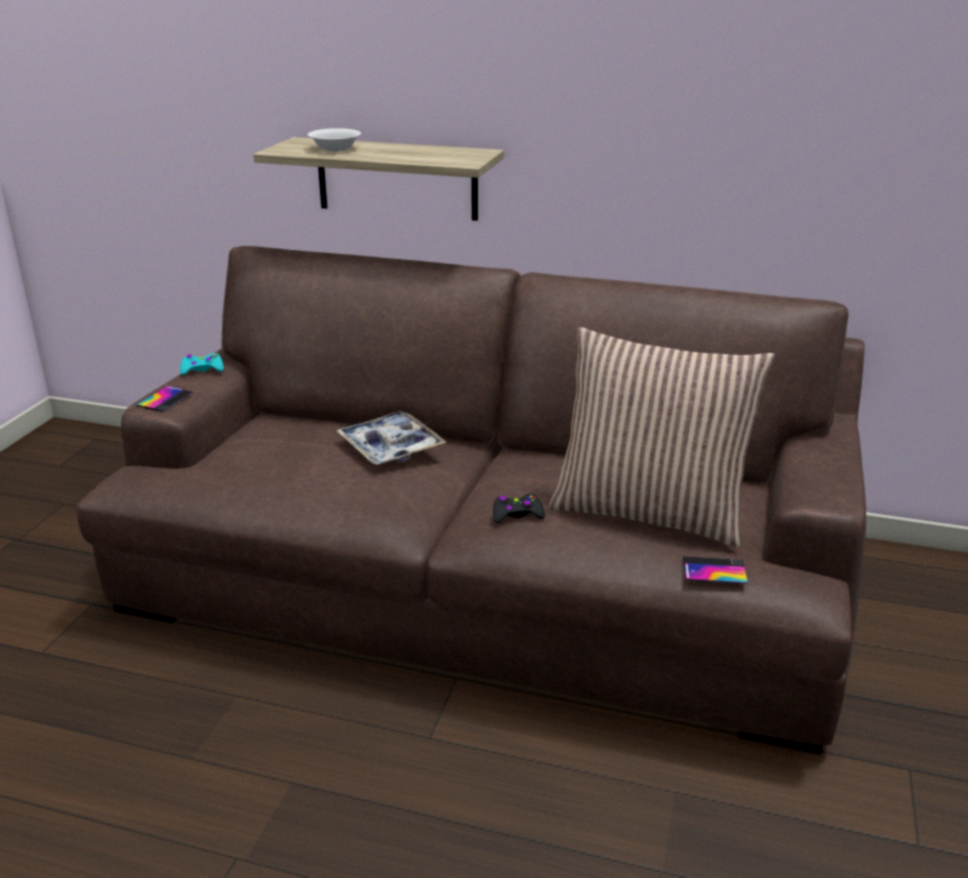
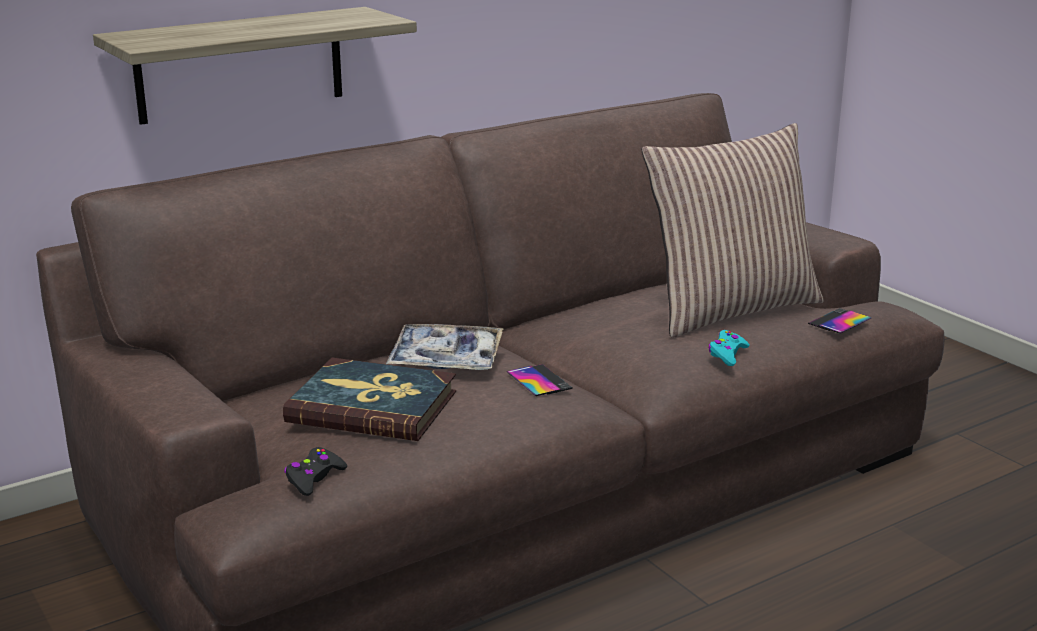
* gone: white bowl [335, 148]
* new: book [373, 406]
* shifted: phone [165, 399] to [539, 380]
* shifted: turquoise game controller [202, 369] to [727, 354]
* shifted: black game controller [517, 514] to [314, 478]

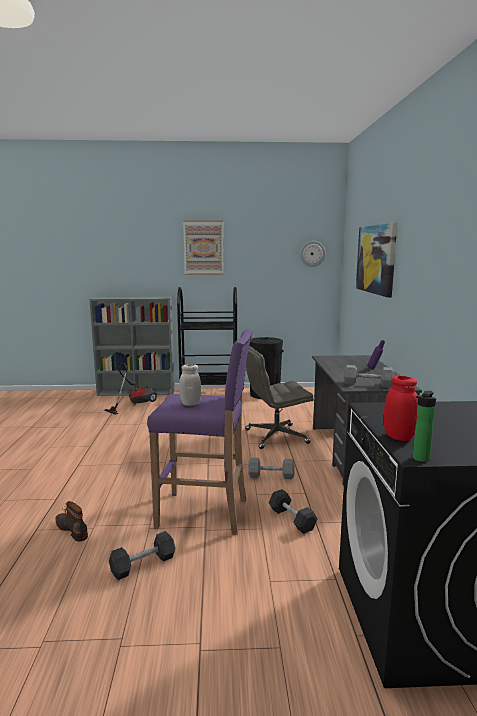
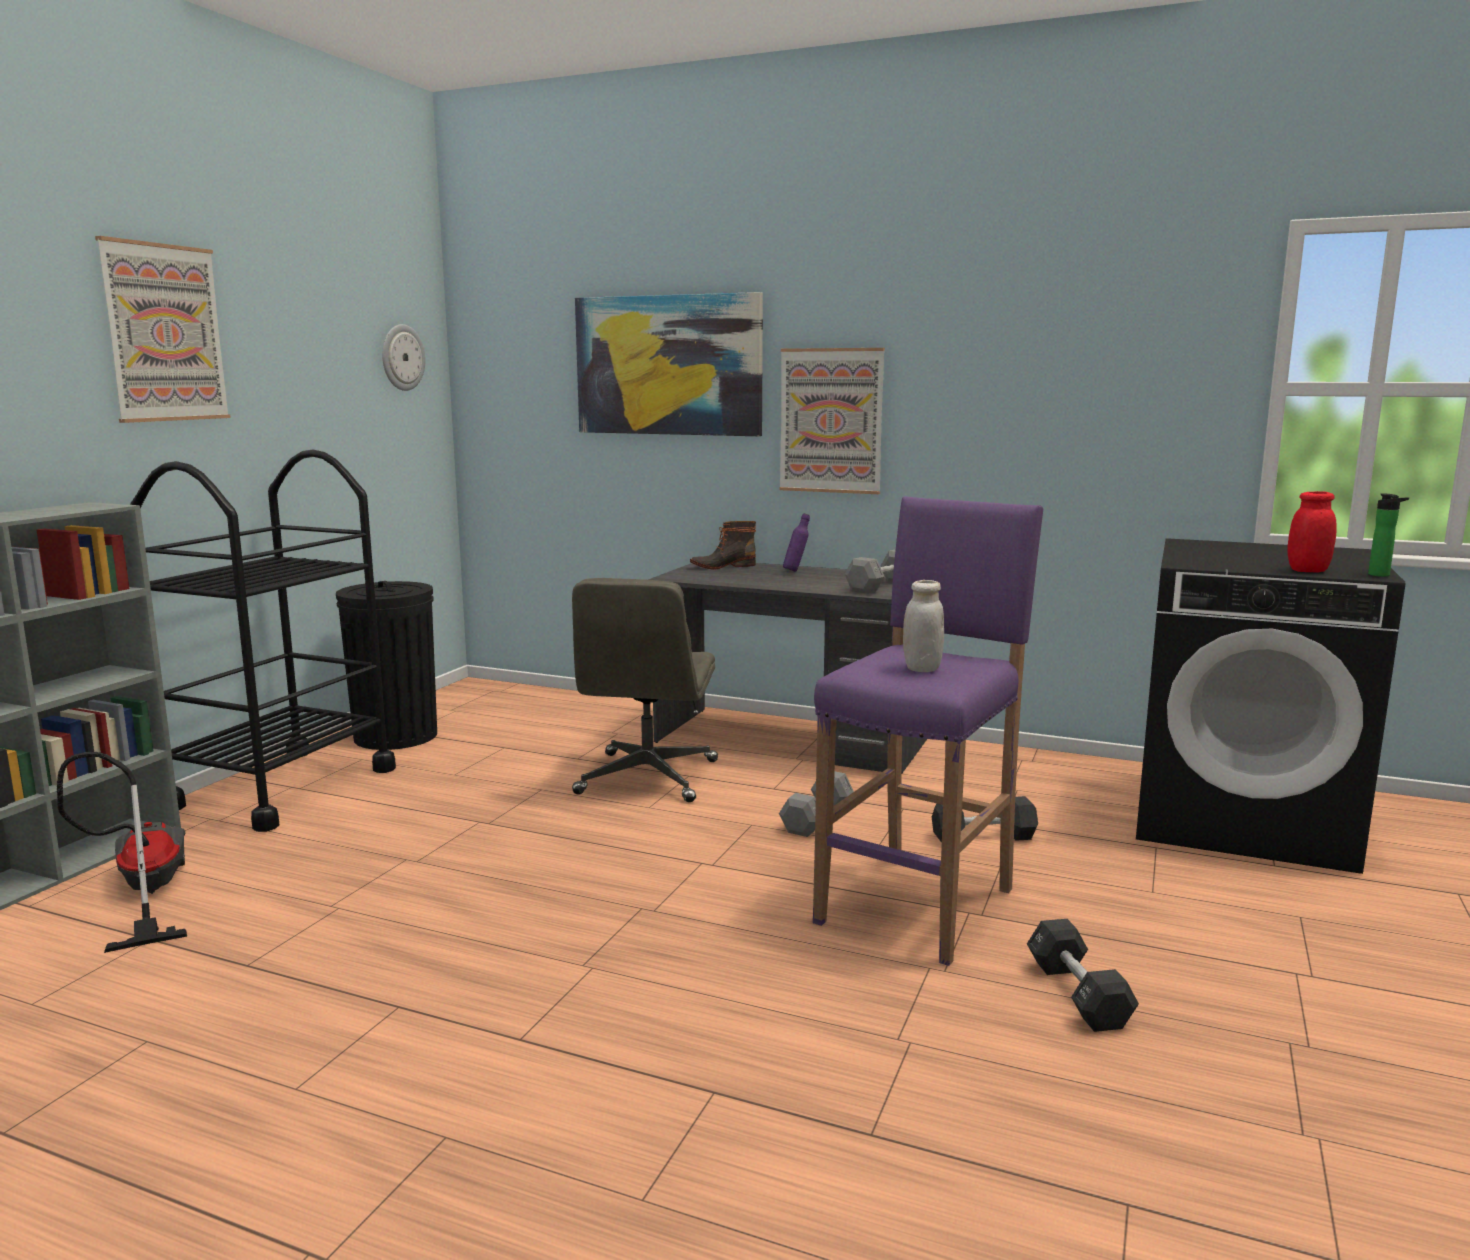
* new: picture [831, 421]
* shifted: boot [73, 529] to [722, 566]

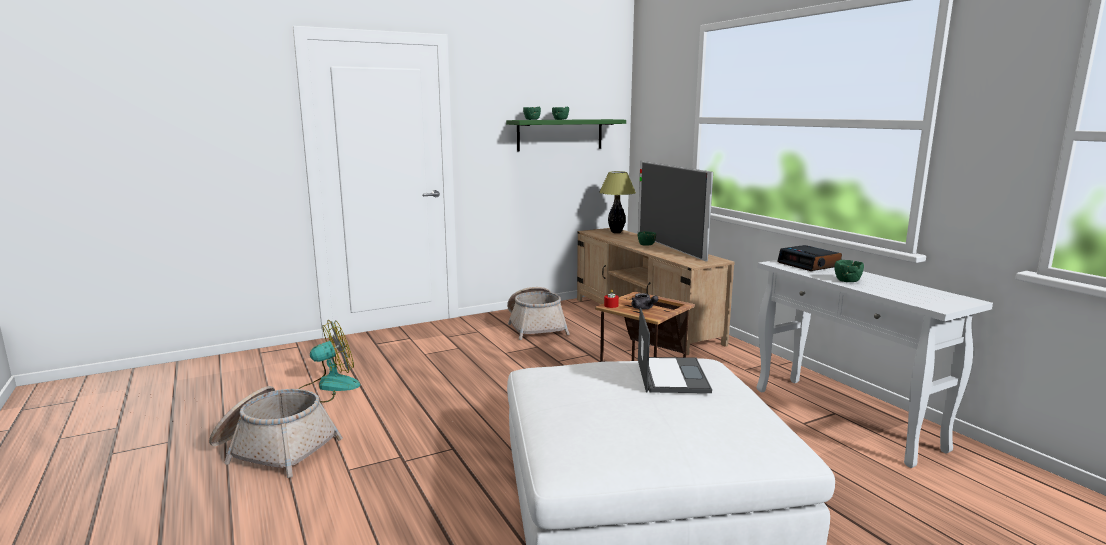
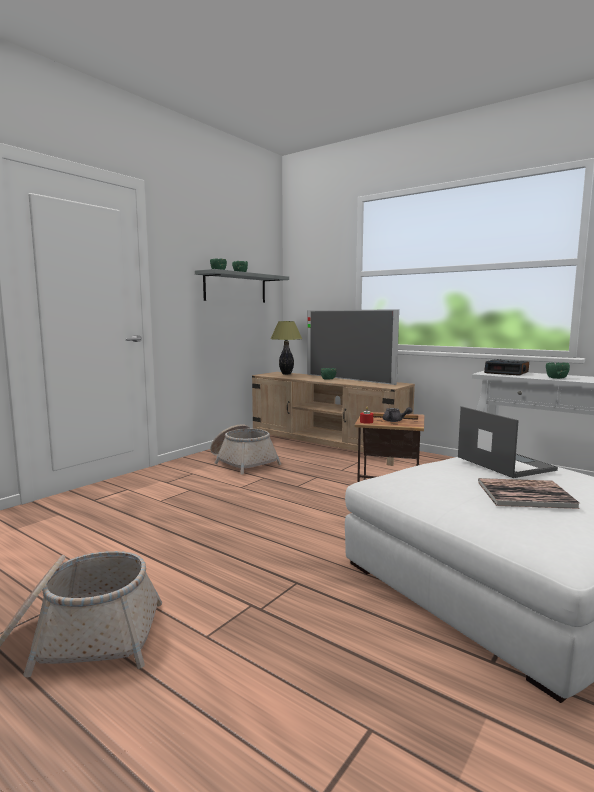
* gone: fan [328, 387]
* new: book [525, 494]
* repainted: green shelf [560, 134] to grey shelf [235, 288]

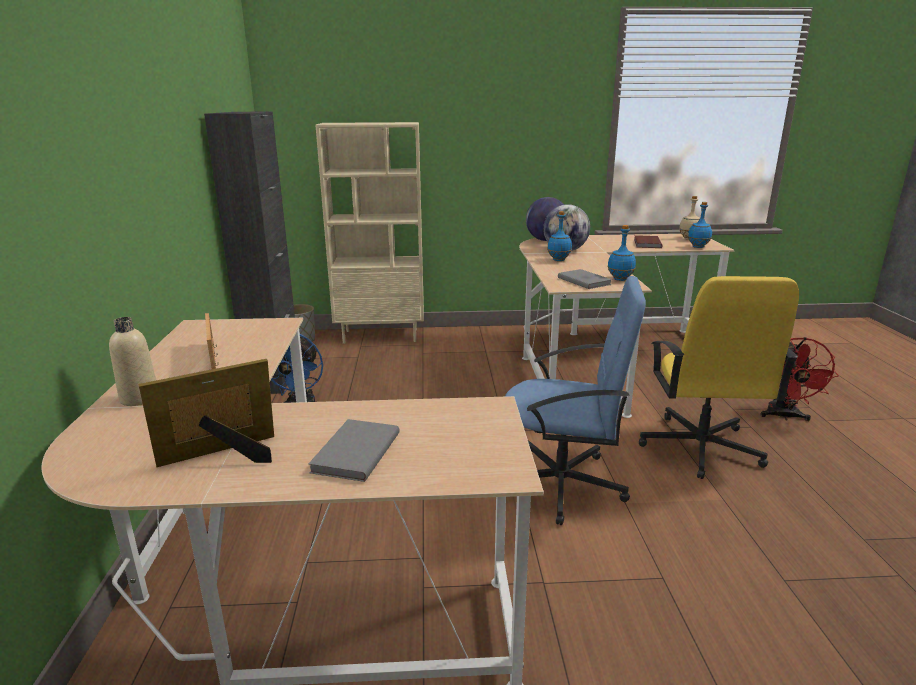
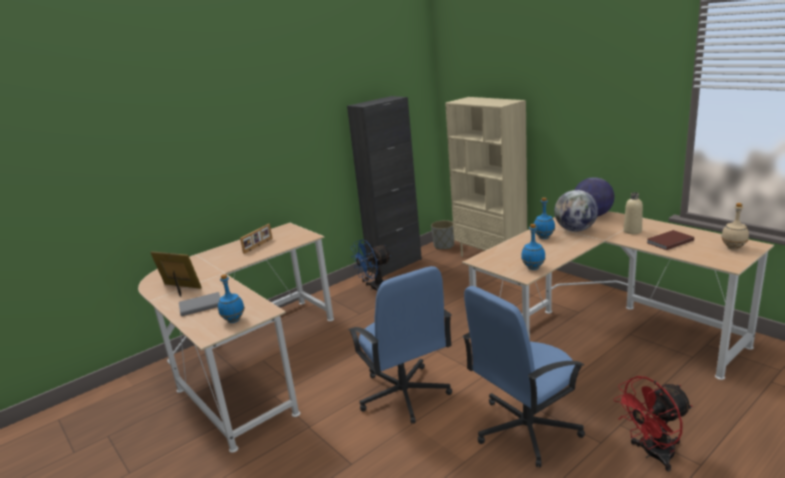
* gone: grey book [584, 281]
* shifted: beige bottle [139, 398] to [632, 231]
* shifted: blue bottle [697, 247] to [234, 320]
* repainted: yellow office chair [700, 448] to blue office chair [525, 429]

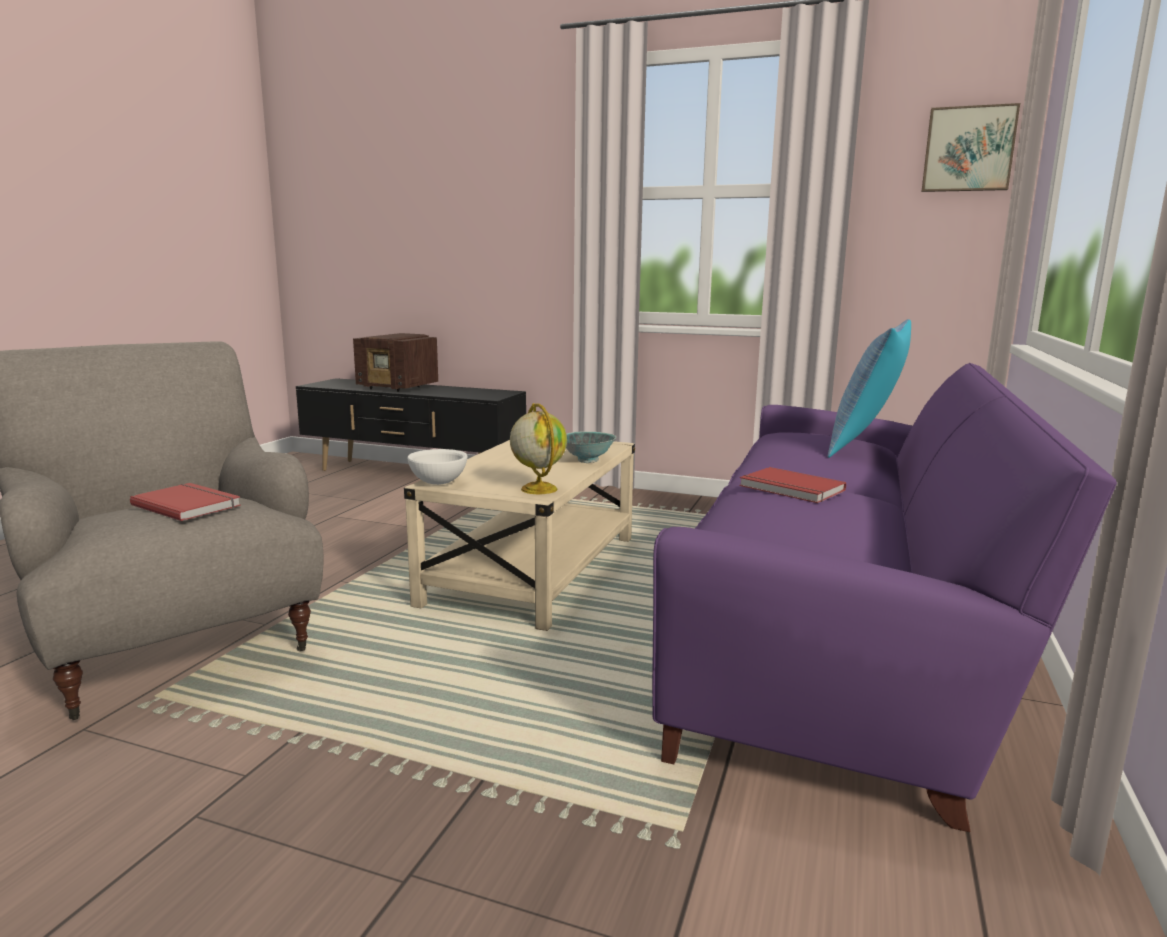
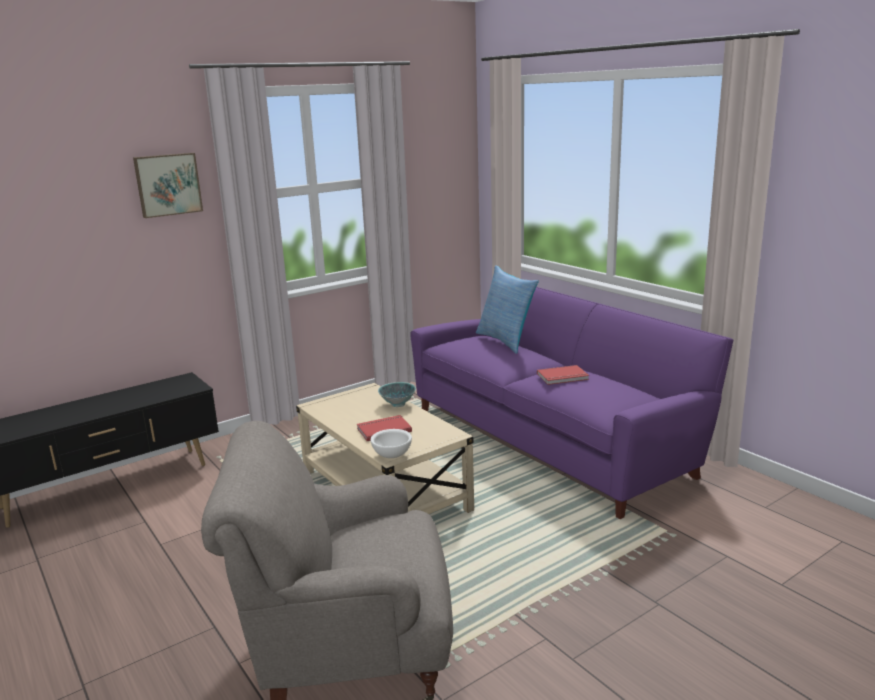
* gone: radio [398, 387]
* gone: globe [538, 489]
* shifted: red book [188, 504] to [383, 429]
* shifted: picture [968, 149] to [168, 184]

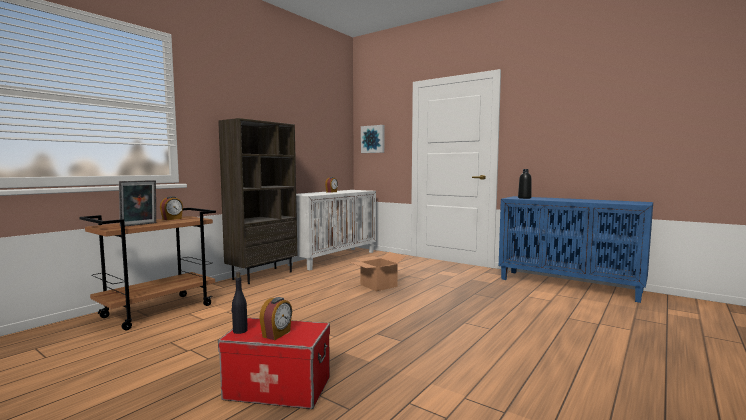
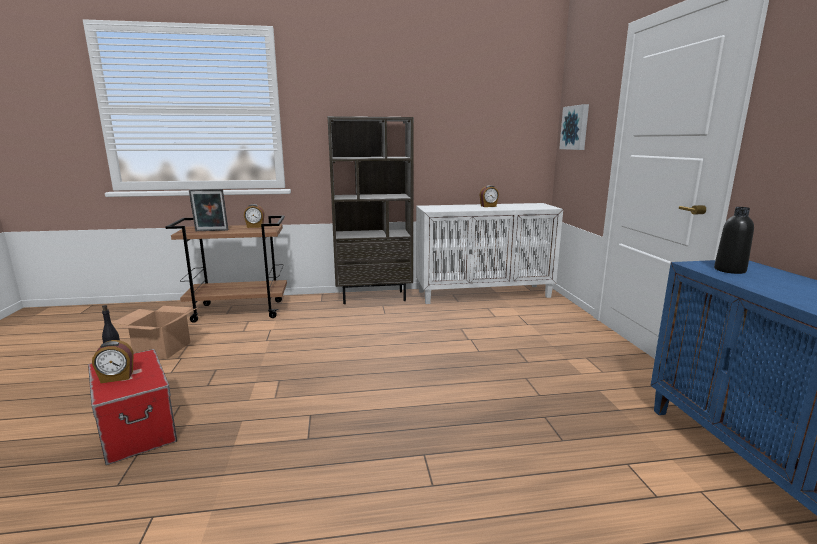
* shifted: cardboard box [379, 285] to [162, 349]

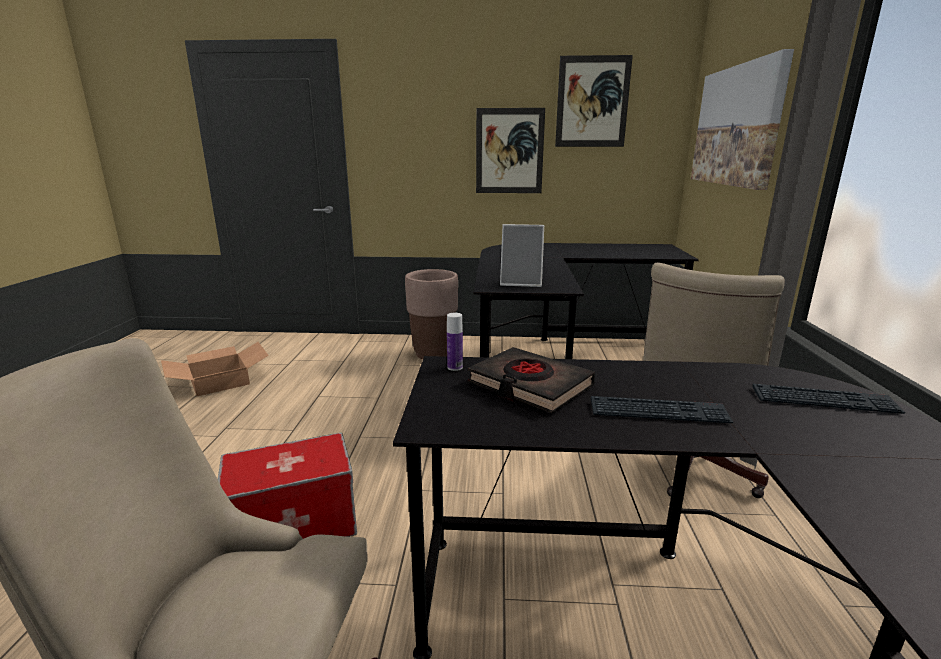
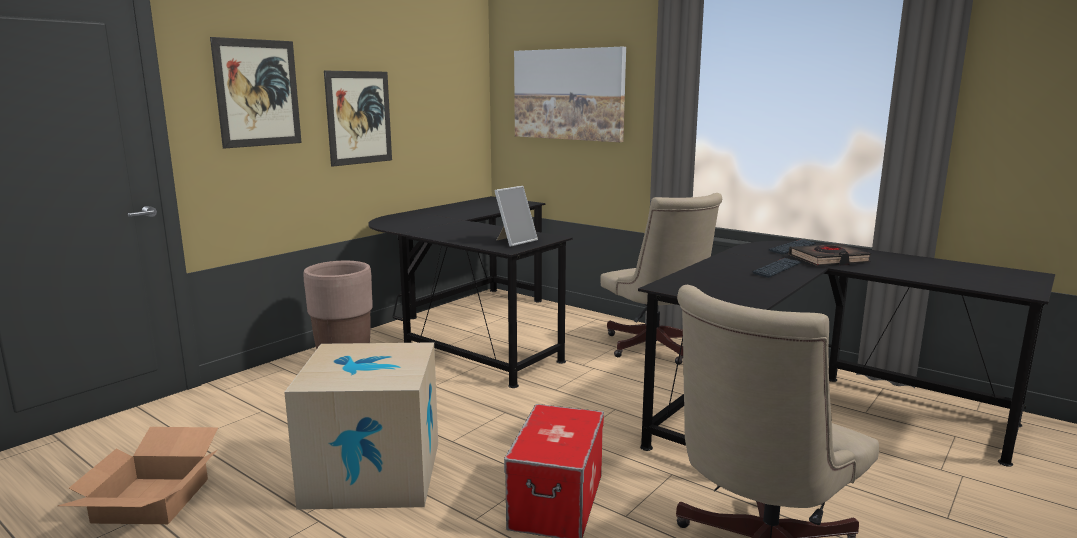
* gone: bottle [455, 367]
* new: cardboard box [373, 473]
* shifted: black book [529, 385] to [828, 260]
* shifted: picture [592, 102] to [258, 93]

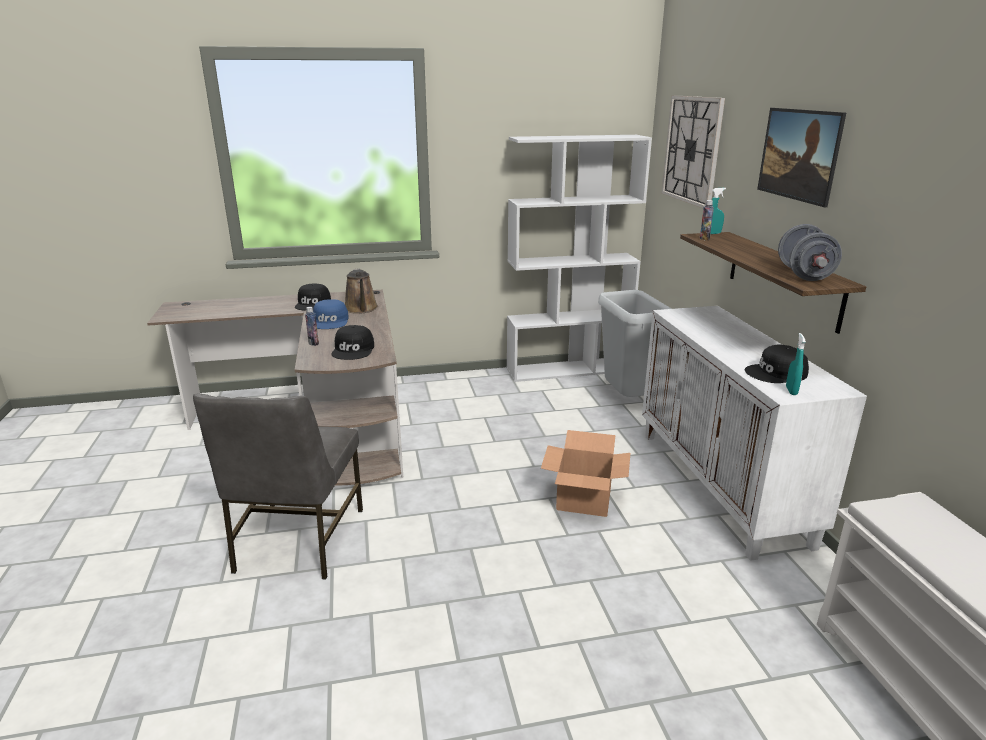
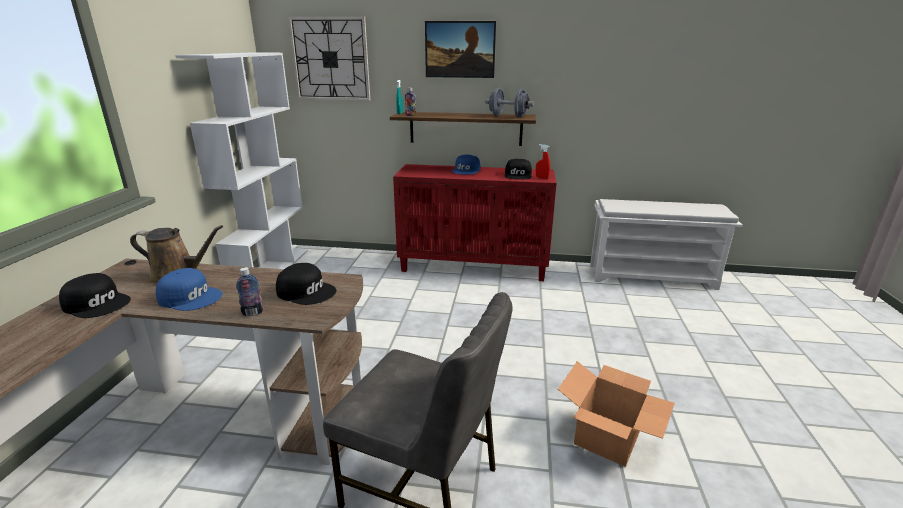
* gone: grey trash can [625, 400]
* new: blue cap [466, 170]
* shifted: cardboard box [584, 499] to [607, 437]
* repainted: white cabinet [722, 486] to red cabinet [474, 266]
* repainted: turquoise spray bottle [791, 391] to red spray bottle [542, 177]

